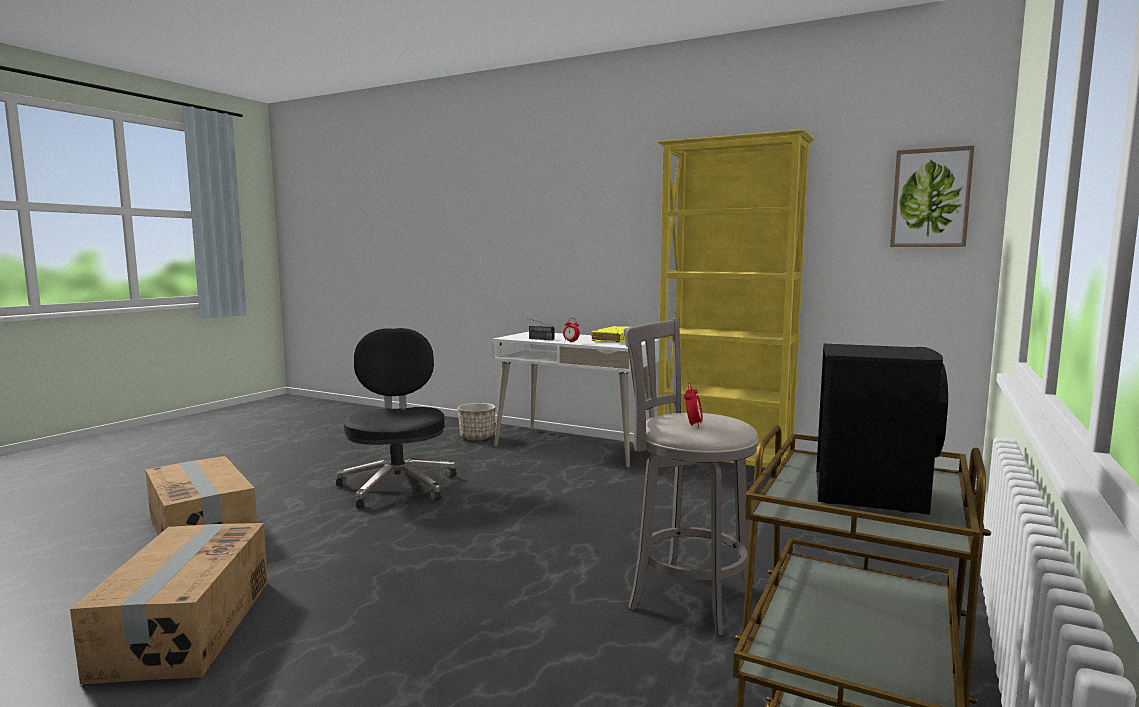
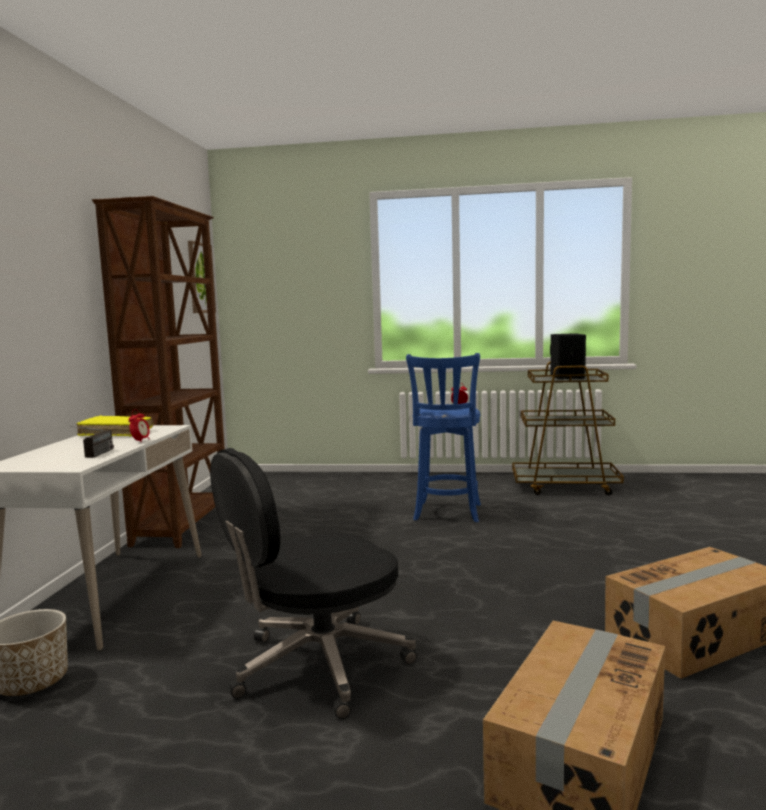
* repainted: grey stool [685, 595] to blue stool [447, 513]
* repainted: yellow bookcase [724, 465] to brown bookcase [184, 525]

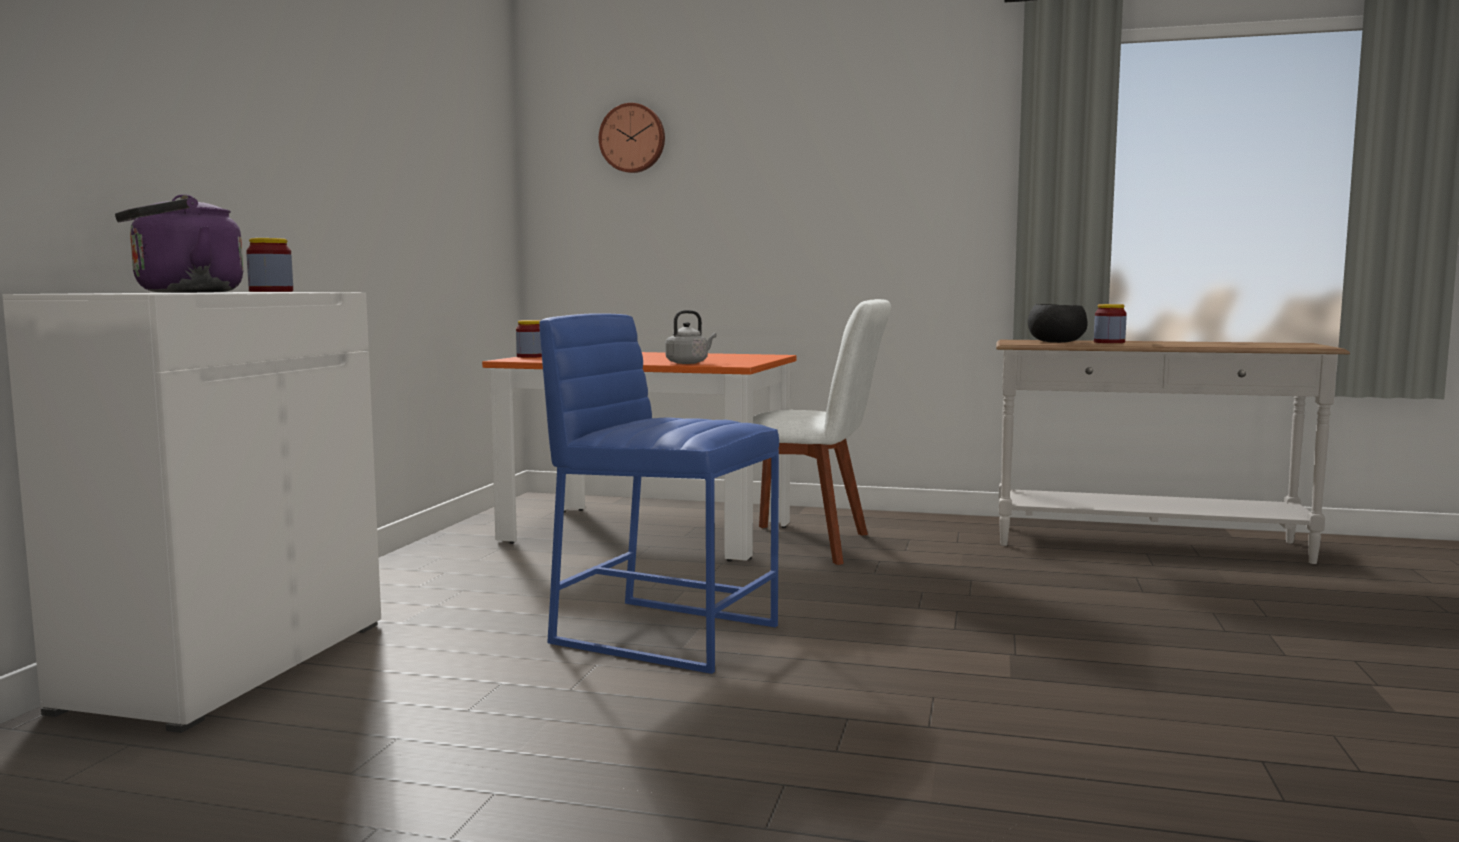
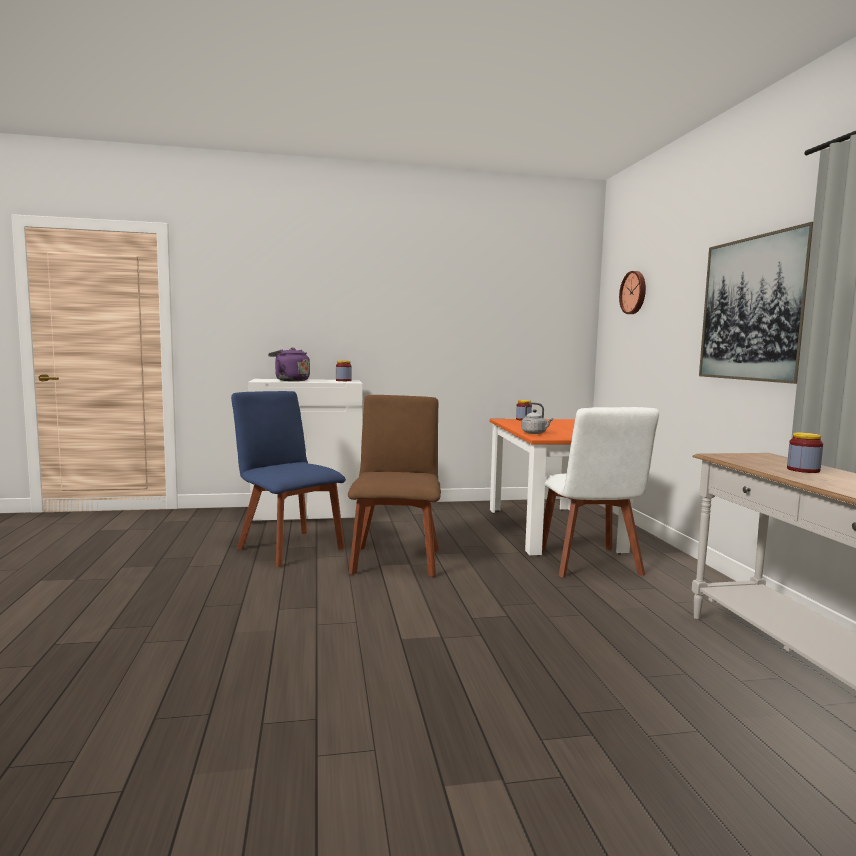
* gone: black bowl [1057, 342]
* new: blue chair [288, 547]
* new: picture [754, 309]
* swapped: blue stool [665, 633] to brown chair [396, 559]

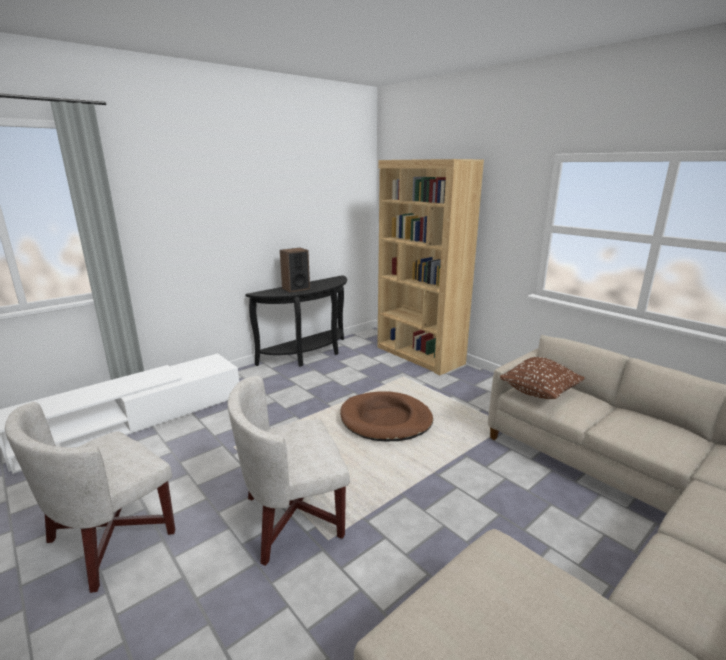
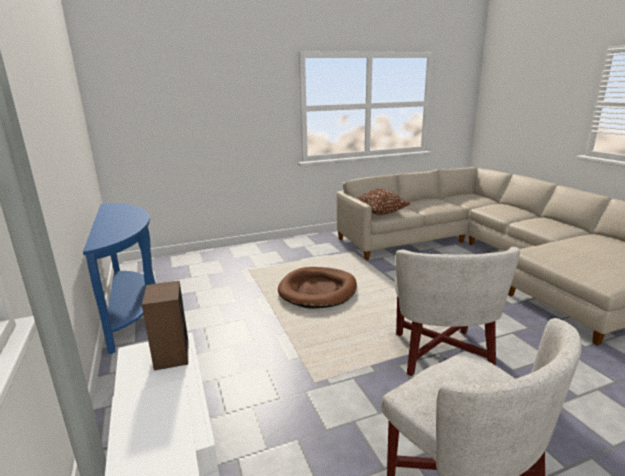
* gone: brown bookcase [419, 355]
* shifted: speaker [295, 288] to [171, 355]
* repainted: black console table [309, 355] to blue console table [135, 310]

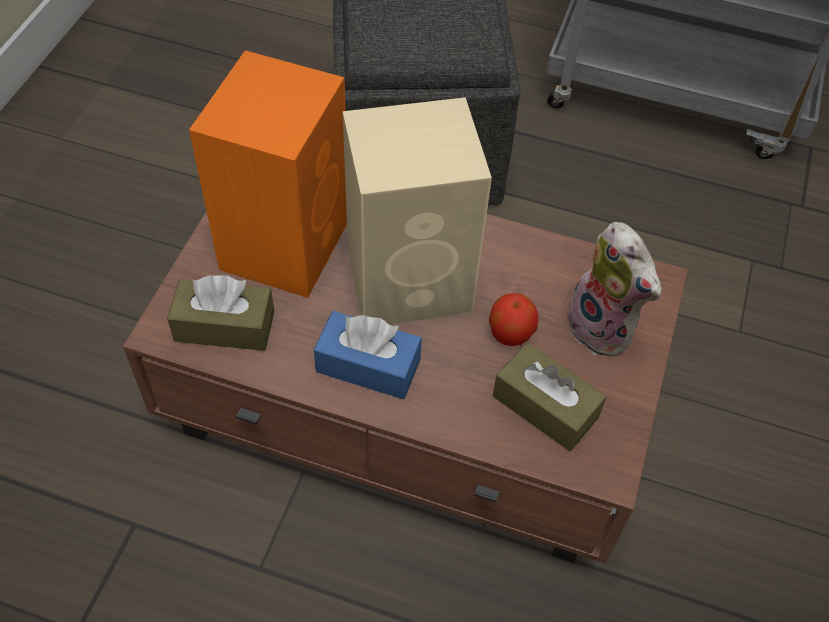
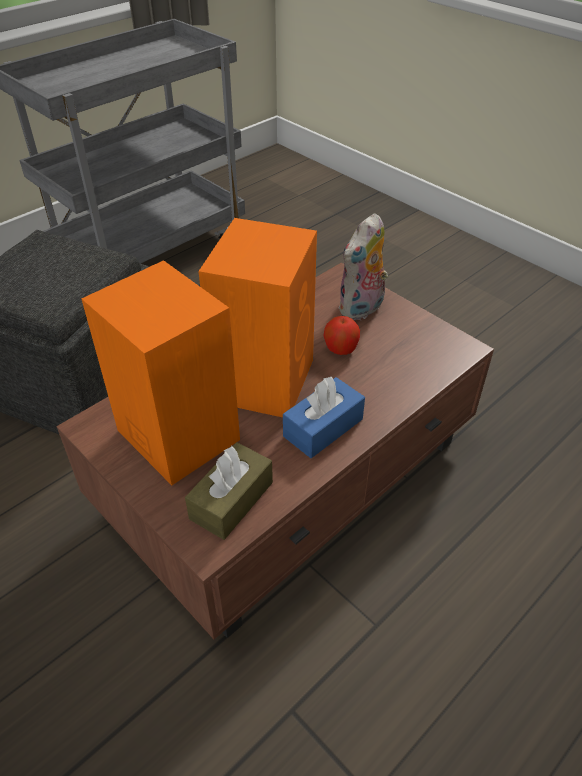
* gone: brown tissue box [545, 406]
* repainted: beige speaker [412, 281] to orange speaker [265, 378]
* rotated: plush toy [604, 328] = [362, 309] 135 degrees clockwise

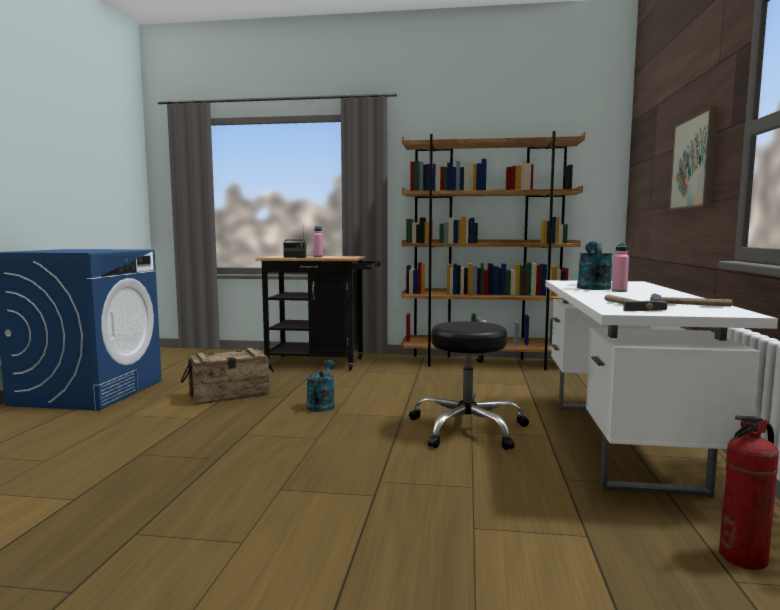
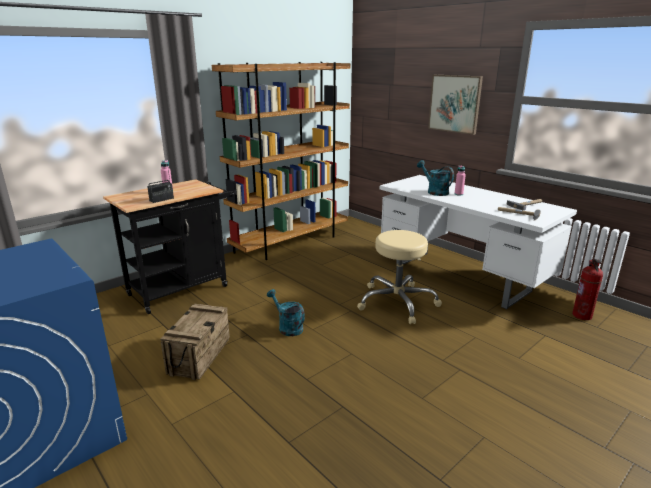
* repainted: black stool [468, 429] to beige stool [397, 302]

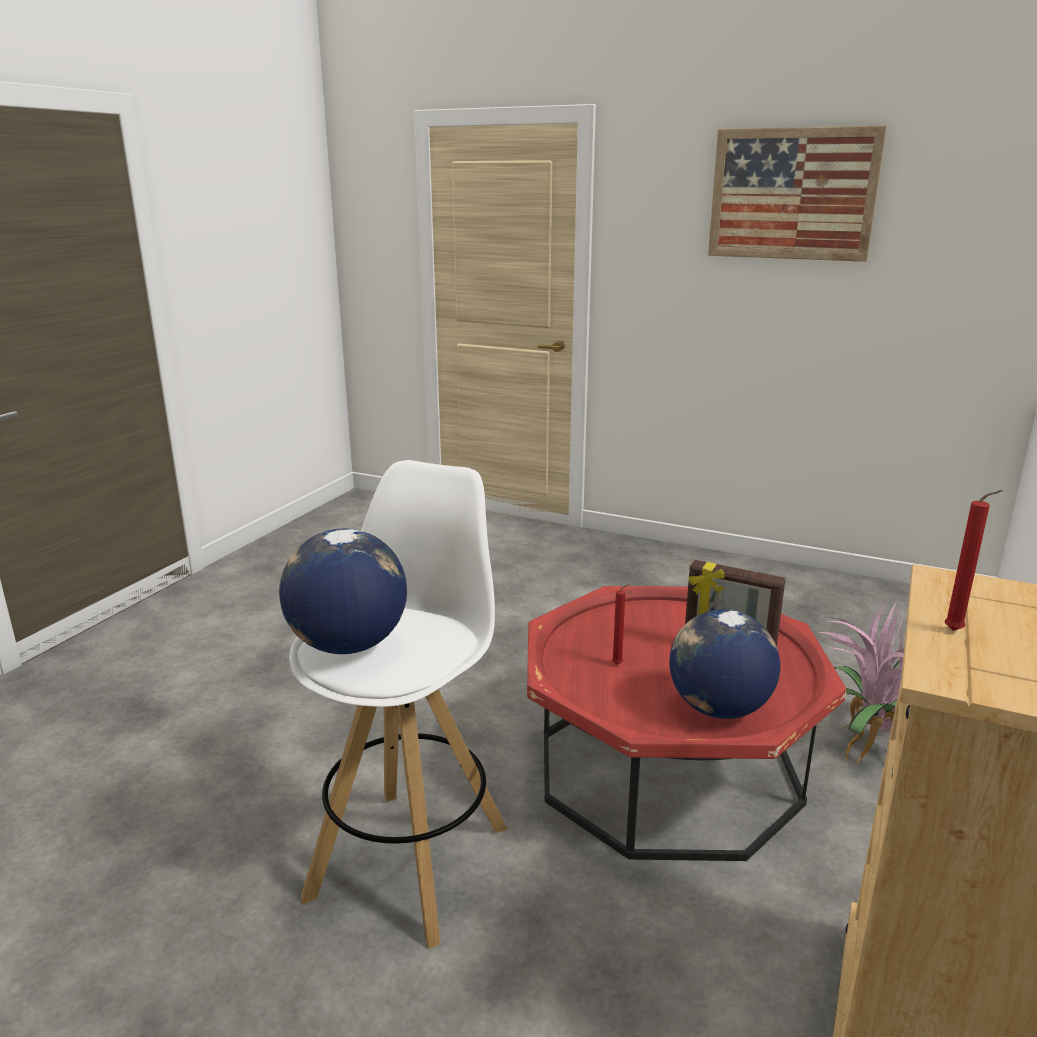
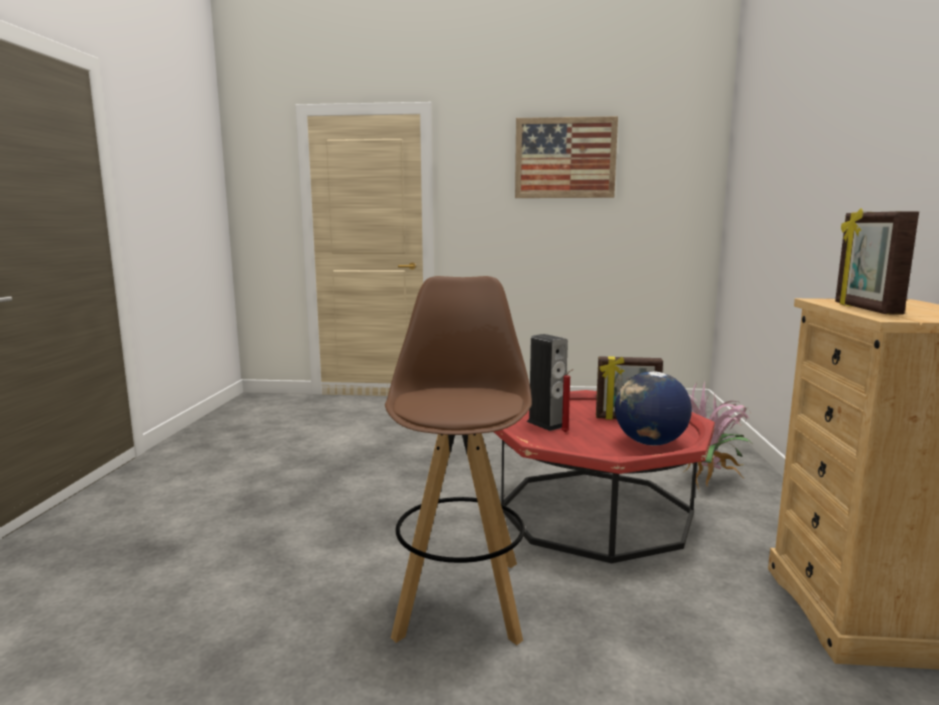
* gone: globe [347, 645]
* new: speaker [546, 424]
* swapped: red candle [956, 631] to picture frame [865, 309]
* repainted: white stool [411, 858] to brown stool [460, 596]

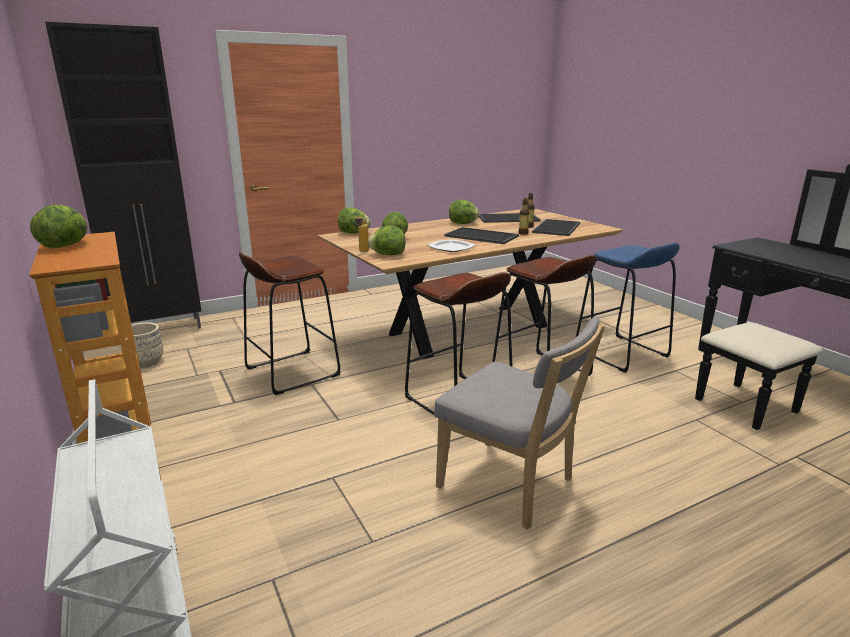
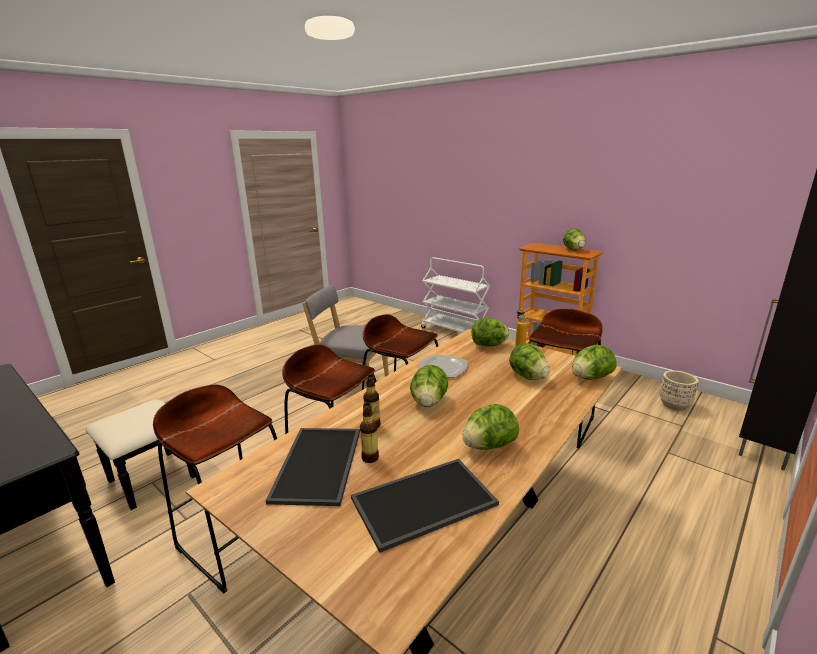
* swapped: tray [480, 236] to lettuce [429, 402]
* repainted: blue stool [621, 353] to brown stool [238, 539]

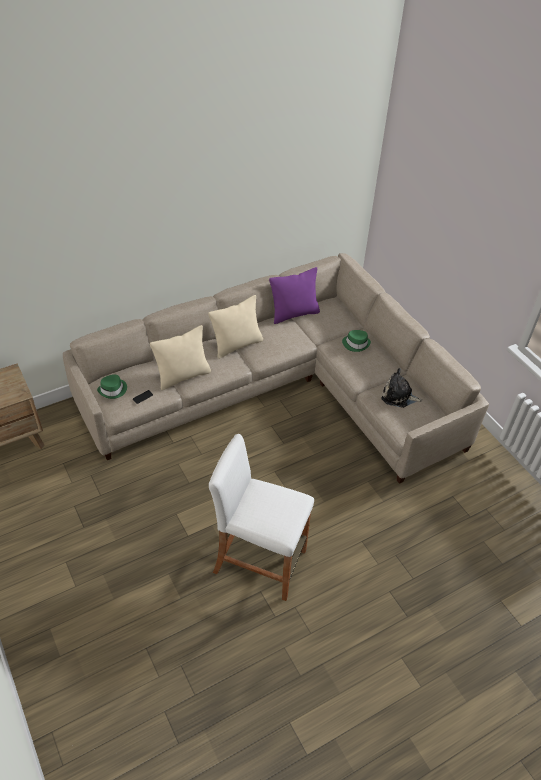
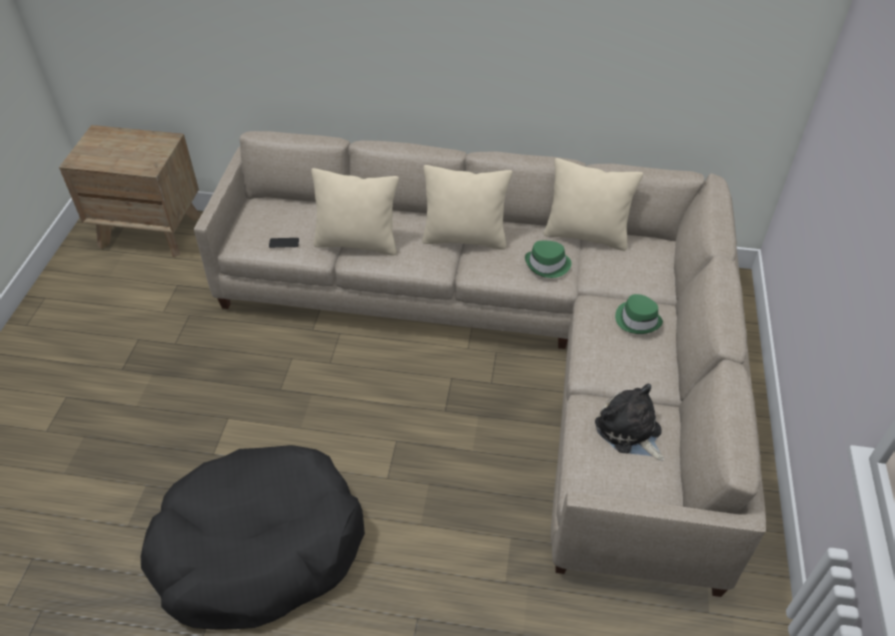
* shifted: green hat [113, 390] to [548, 265]
* swapped: white stool [260, 561] to black dog bed [259, 548]
* repainted: purple pillow [294, 314] to beige pillow [586, 235]

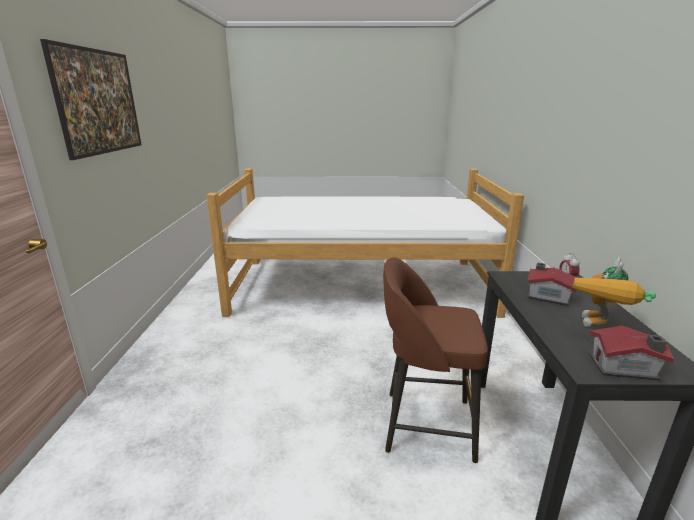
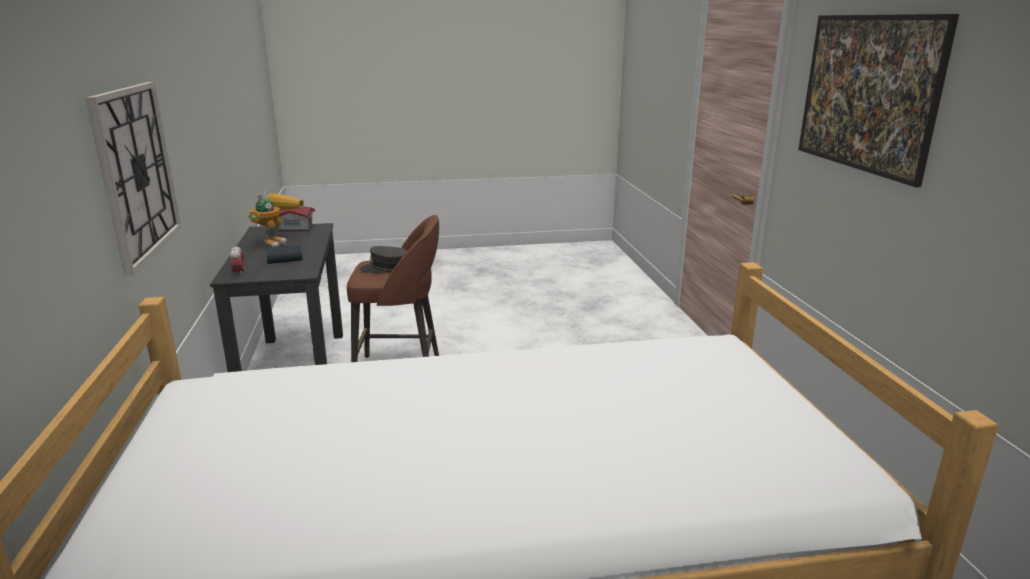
* new: wall clock [136, 172]
* new: grey cap [385, 268]
* swapped: toy house [547, 296] to book [285, 258]

